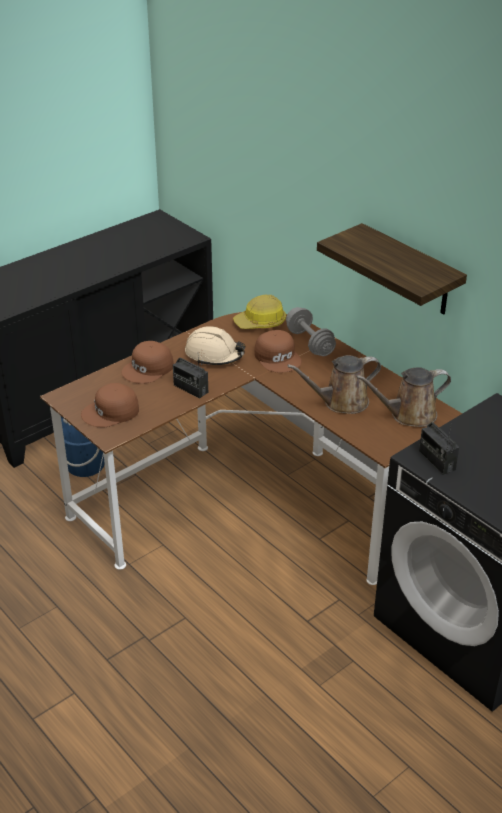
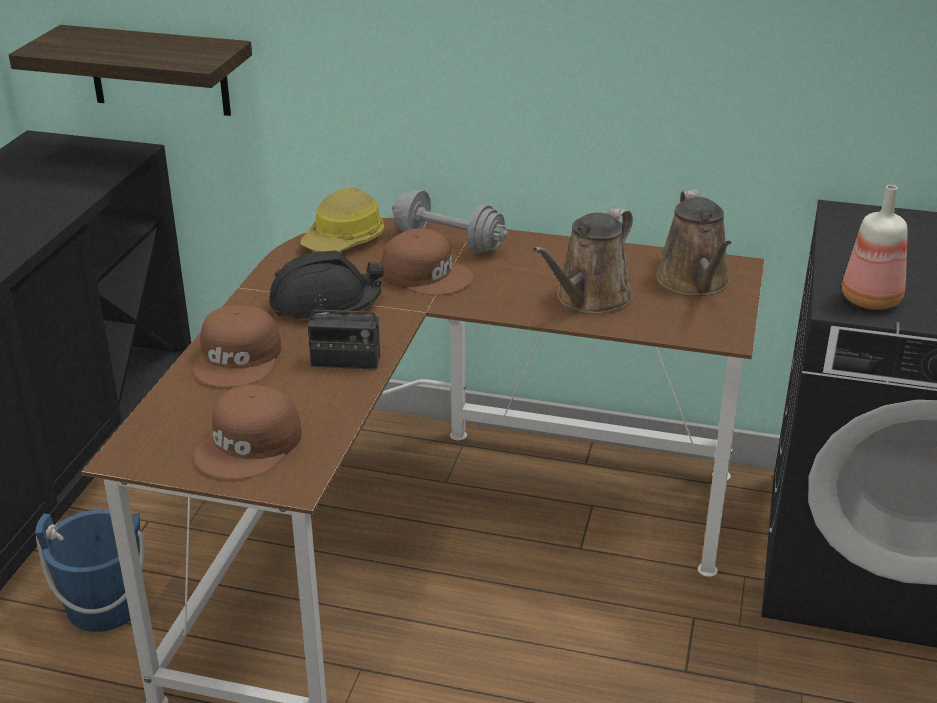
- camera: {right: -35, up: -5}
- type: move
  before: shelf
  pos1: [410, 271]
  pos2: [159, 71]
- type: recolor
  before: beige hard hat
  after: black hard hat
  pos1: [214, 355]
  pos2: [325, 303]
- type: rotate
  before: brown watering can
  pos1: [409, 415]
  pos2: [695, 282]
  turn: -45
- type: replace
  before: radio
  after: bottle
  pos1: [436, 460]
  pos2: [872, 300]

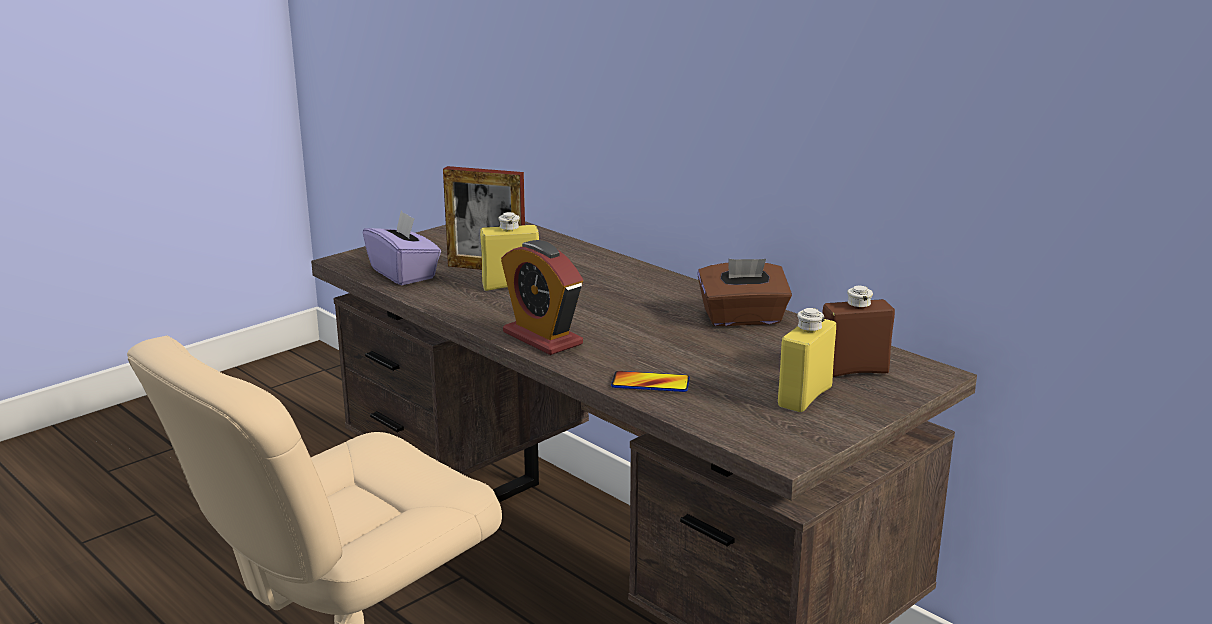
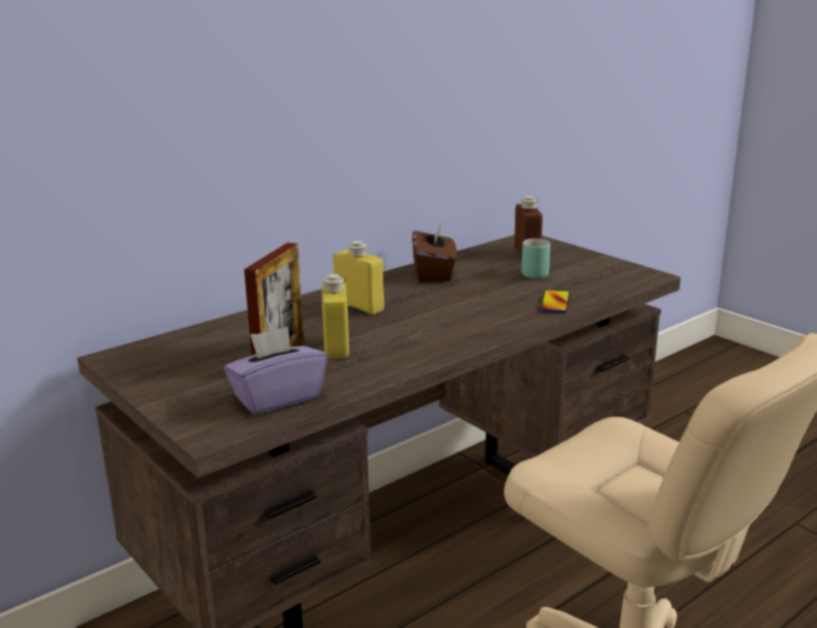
- camera: {right: -85, up: 0}
- type: delete
  before: alarm clock
  pos1: [542, 338]
- type: move
  before: yellow bottle
  pos1: [805, 397]
  pos2: [359, 307]
- type: insert
  after: turquoise mug
  pos2: [531, 273]

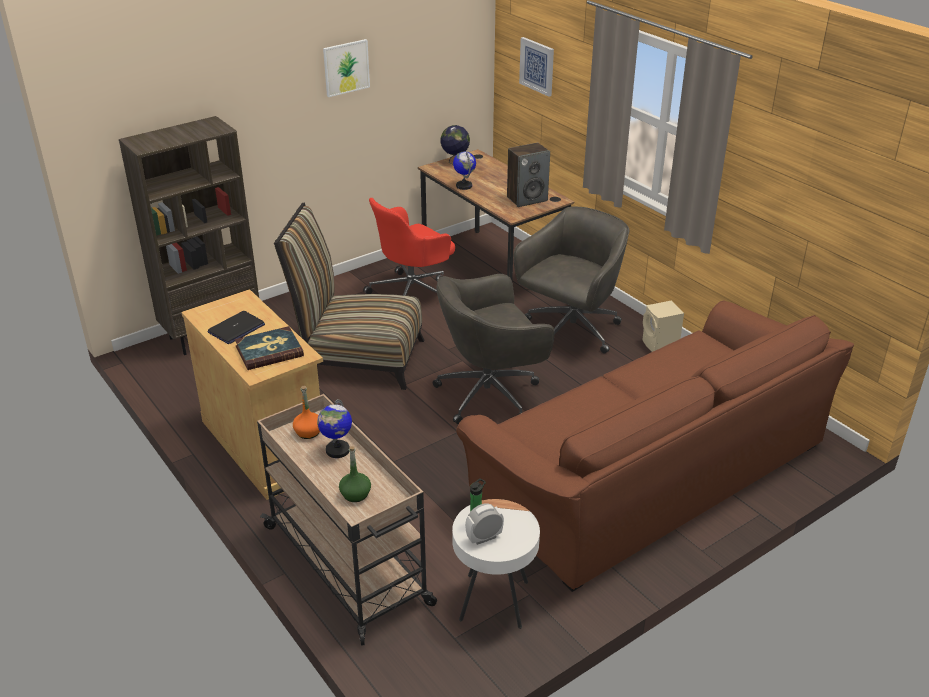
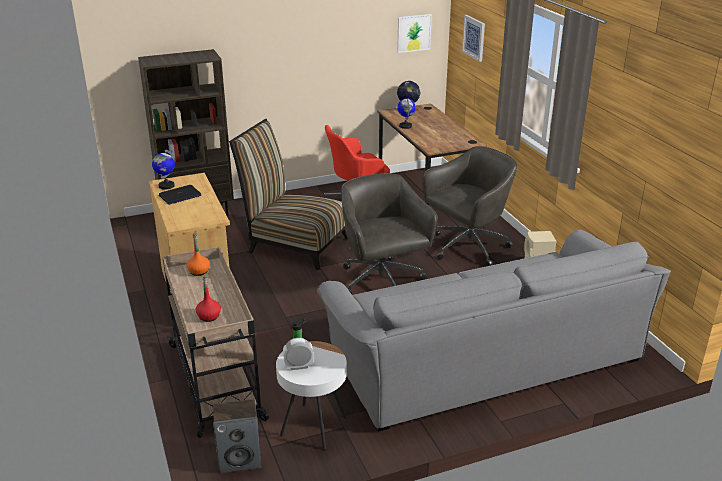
- camera: {right: 15, up: -5}
- type: move
  before: picture
  pos1: [346, 67]
  pos2: [413, 33]
- type: move
  before: speaker
  pos1: [527, 199]
  pos2: [240, 460]
- type: rotate
  before: grey office chair
  pos1: [490, 394]
  pos2: [382, 282]
  turn: 75
- type: recolor
  before: brown sofa
  after: grey sofa
  pos1: [648, 471]
  pos2: [483, 356]
- type: delete
  before: book
  pos1: [269, 351]
- type: move
  before: globe
  pos1: [337, 450]
  pos2: [166, 186]
- type: recolor
  before: green bottle
  after: red bottle
  pos1: [355, 494]
  pos2: [209, 316]

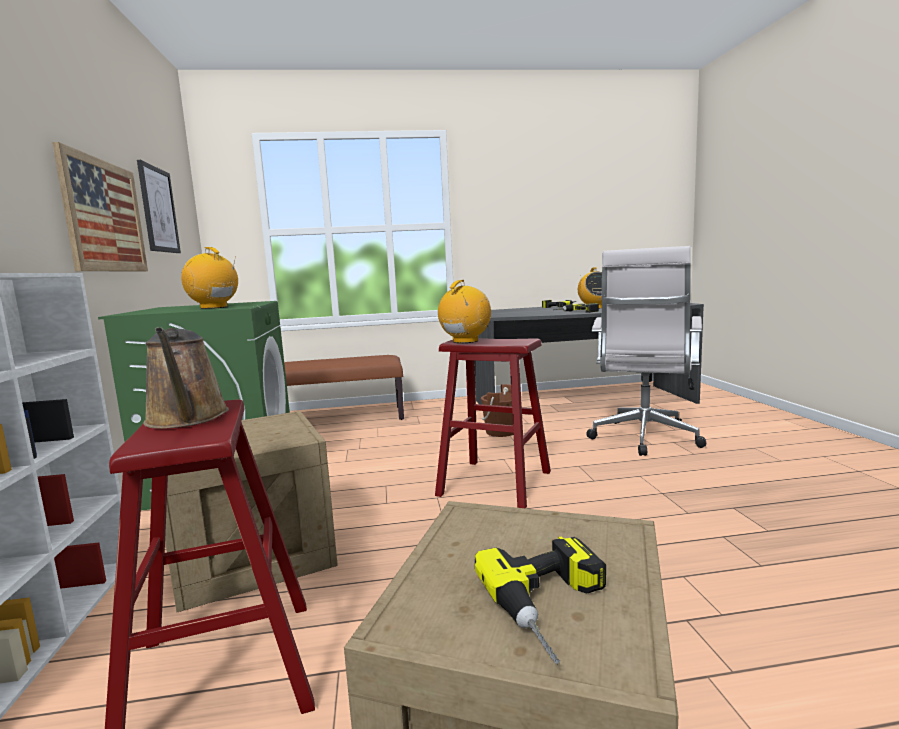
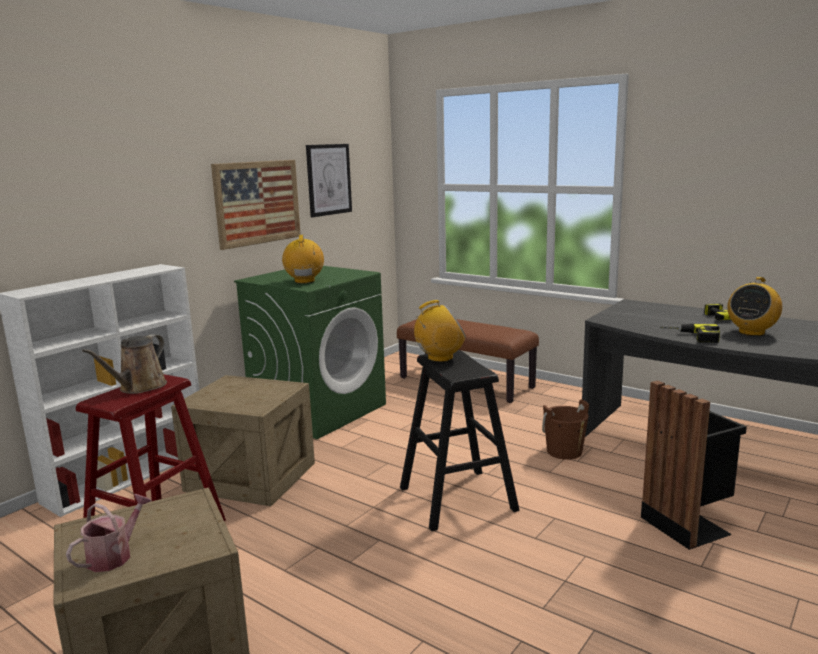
- camera: {right: 45, up: 5}
- type: replace
  before: white office chair
  after: black trash can
  pos1: [644, 439]
  pos2: [687, 524]
- type: recolor
  before: red stool
  after: black stool
  pos1: [495, 483]
  pos2: [457, 498]
- type: replace
  before: power drill
  after: watering can
  pos1: [556, 606]
  pos2: [114, 555]

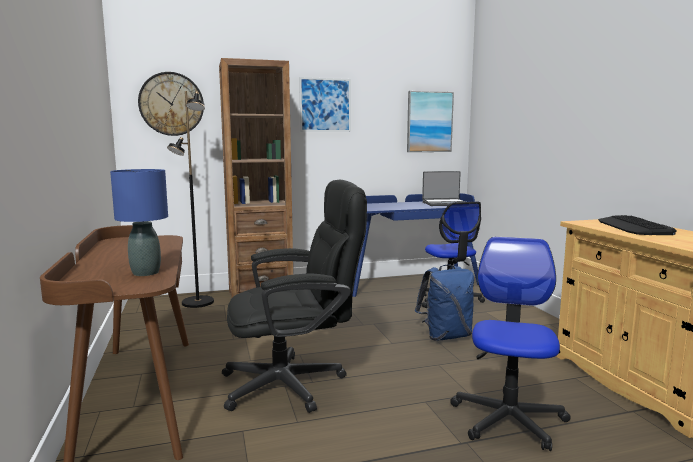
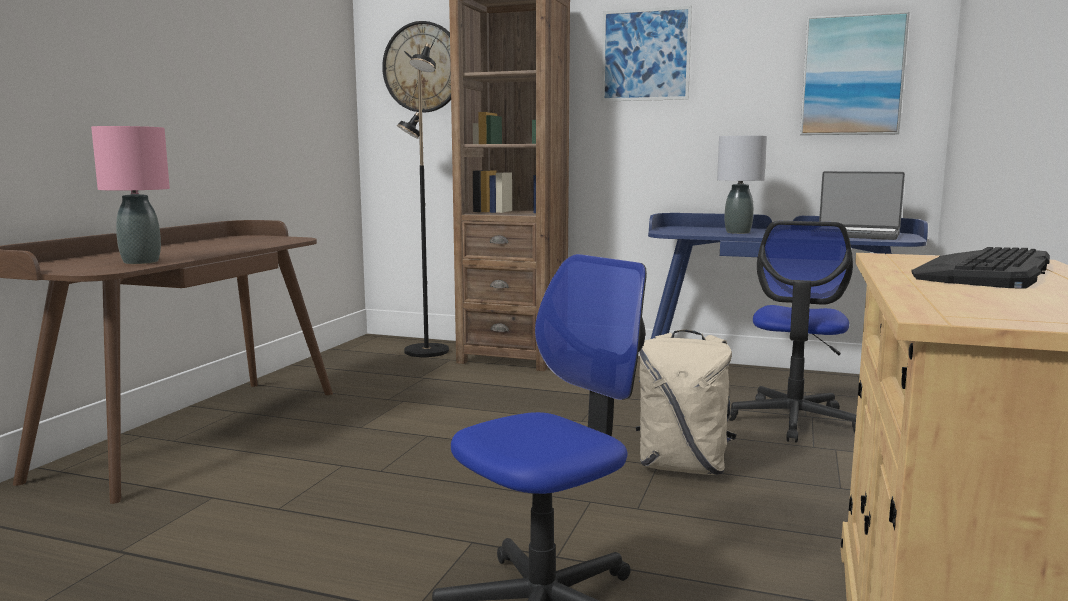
- camera: {right: 35, up: 0}
- type: recolor
  before: blue table lamp
  after: pink table lamp
  pos1: [145, 273]
  pos2: [140, 262]
- type: delete
  before: black office chair
  pos1: [295, 383]
- type: recolor
  before: blue backpack
  after: beige backpack
  pos1: [446, 336]
  pos2: [683, 467]
- type: insert
  after: grey table lamp
  pos2: [737, 232]

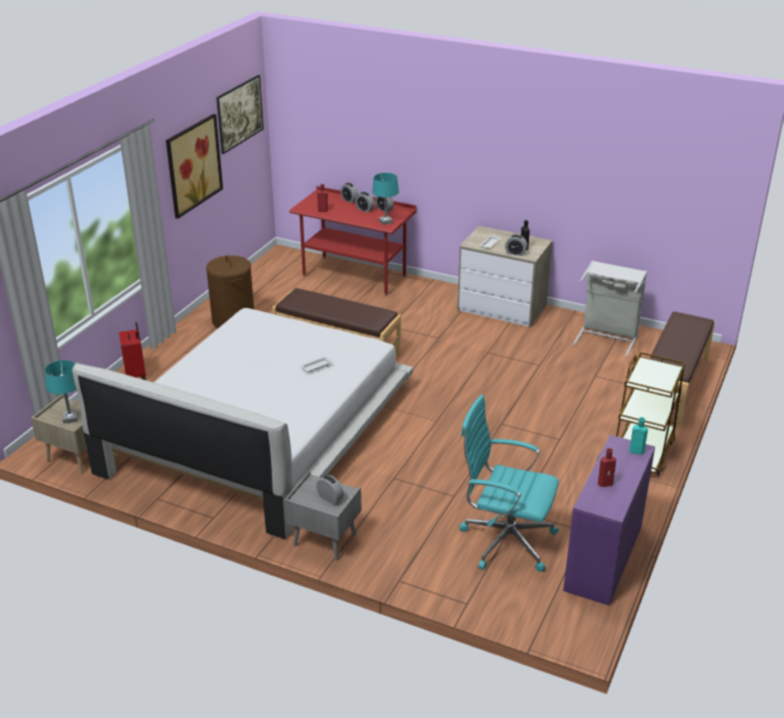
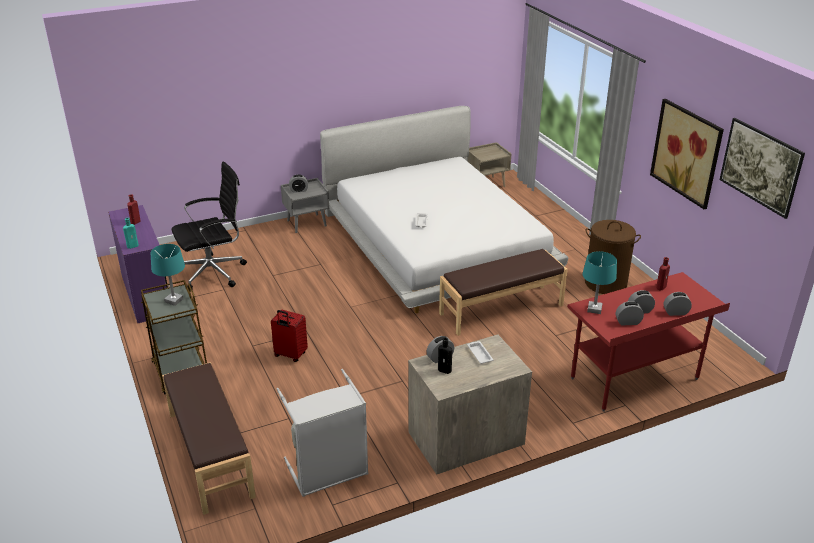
- camera: {right: 130, up: 0}
- type: move
  before: red suitcase
  pos1: [136, 375]
  pos2: [290, 355]
- type: move
  before: turquoise table lamp
  pos1: [70, 418]
  pos2: [174, 300]
- type: recolor
  before: turquoise office chair
  after: black office chair
  pos1: [505, 540]
  pos2: [214, 272]

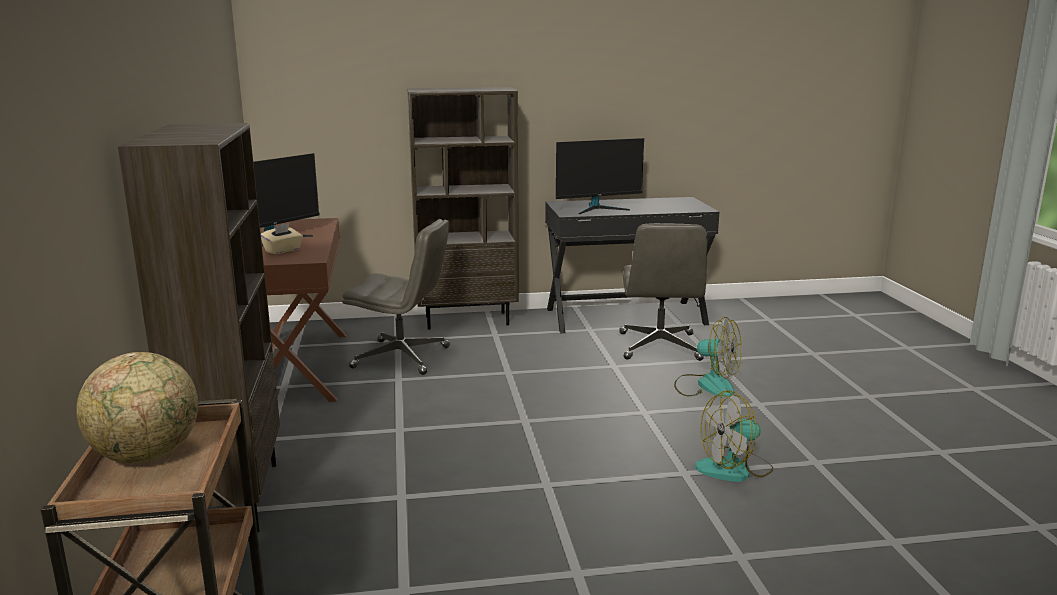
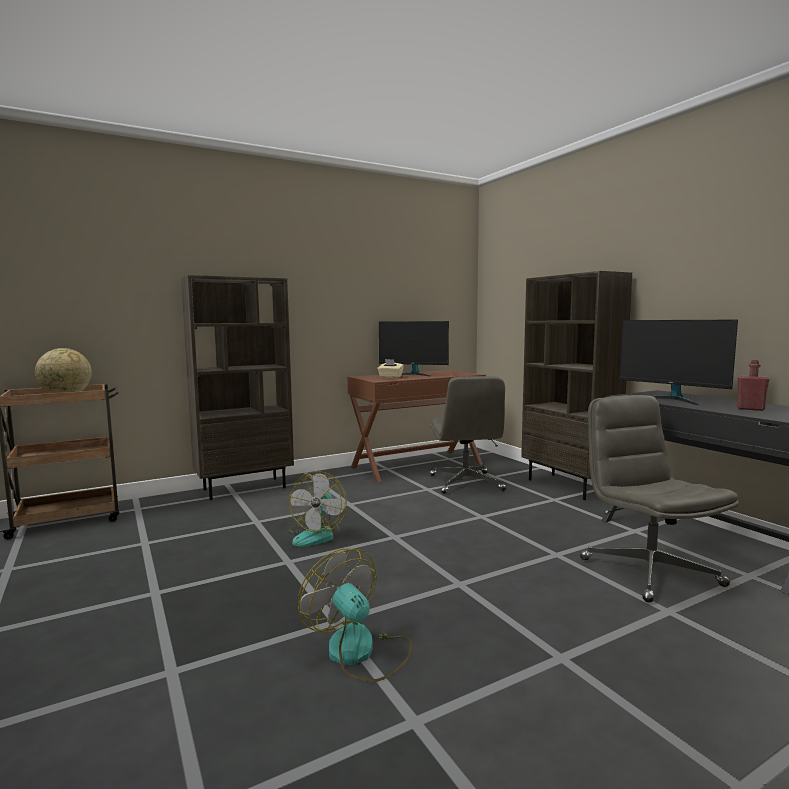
- camera: {right: 70, up: -10}
- type: rotate
  before: grey office chair
  pos1: [660, 347]
  pos2: [648, 571]
  turn: 90
- type: move
  before: fan
  pos1: [706, 385]
  pos2: [317, 535]
- type: insert
  after: red bottle
  pos2: [750, 409]

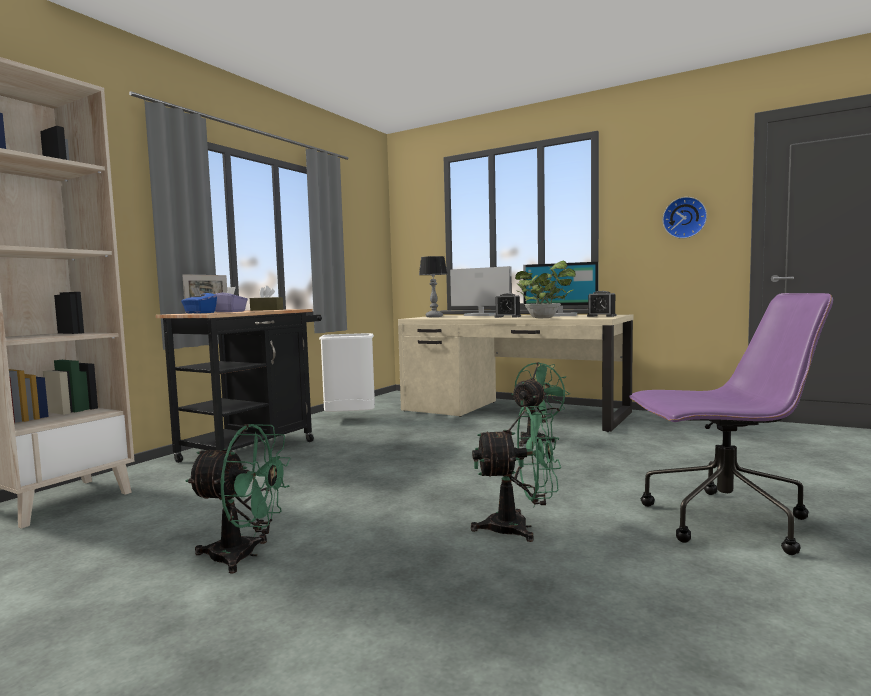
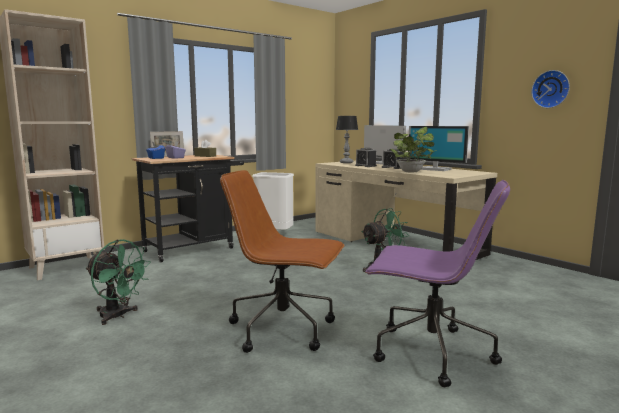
- camera: {right: 20, up: 5}
- type: move
  before: alarm clock
  pos1: [601, 316]
  pos2: [365, 166]
- type: replace
  before: green fan
  after: brown office chair
  pos1: [519, 528]
  pos2: [284, 329]

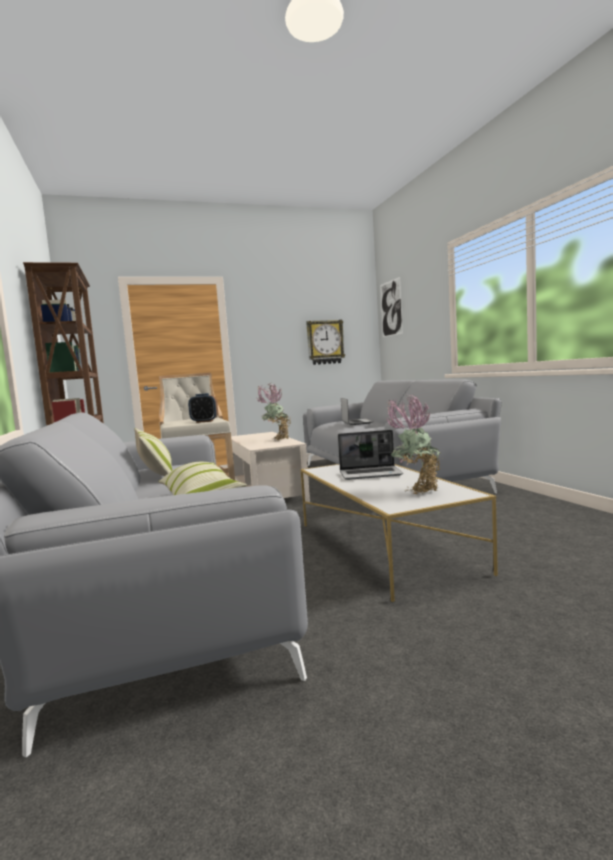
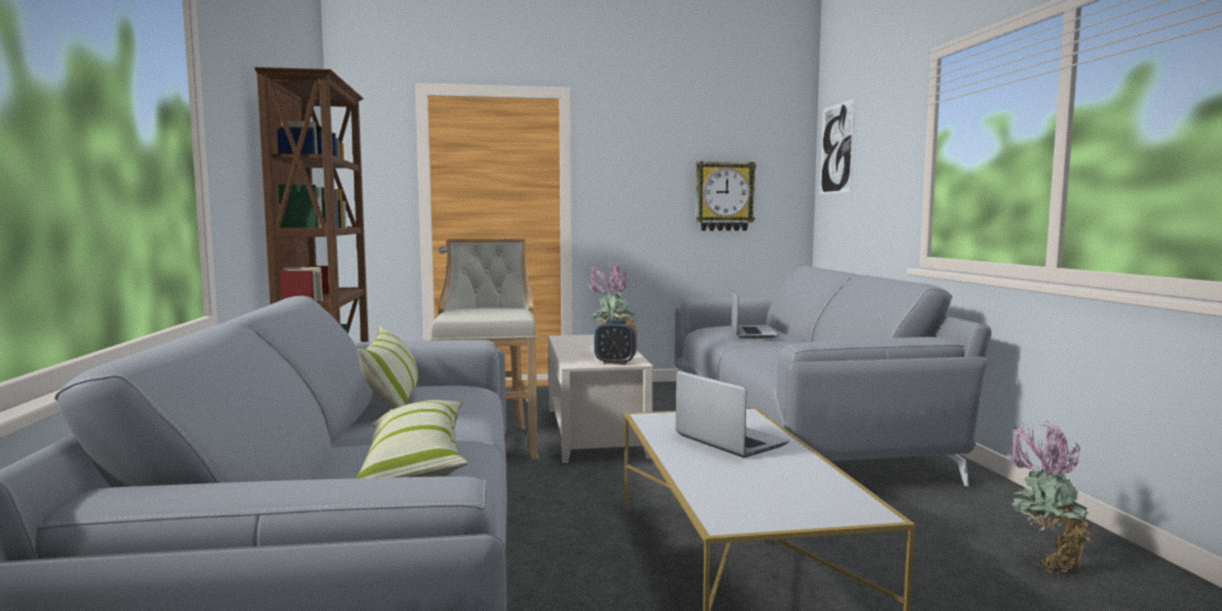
- camera: {right: 10, up: 0}
- type: move
  before: alarm clock
  pos1: [204, 421]
  pos2: [615, 362]
- type: move
  before: potted plant
  pos1: [416, 491]
  pos2: [1045, 562]
- type: rotate
  before: laptop
  pos1: [371, 474]
  pos2: [728, 440]
  turn: -135

